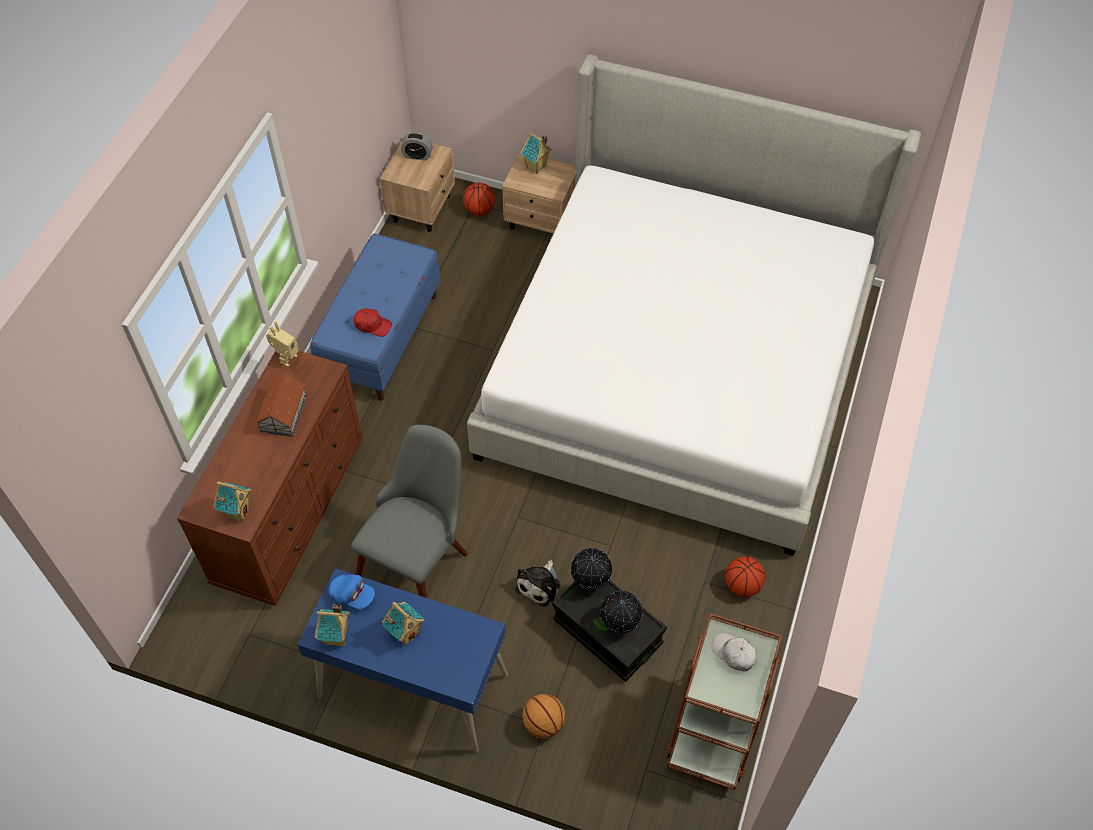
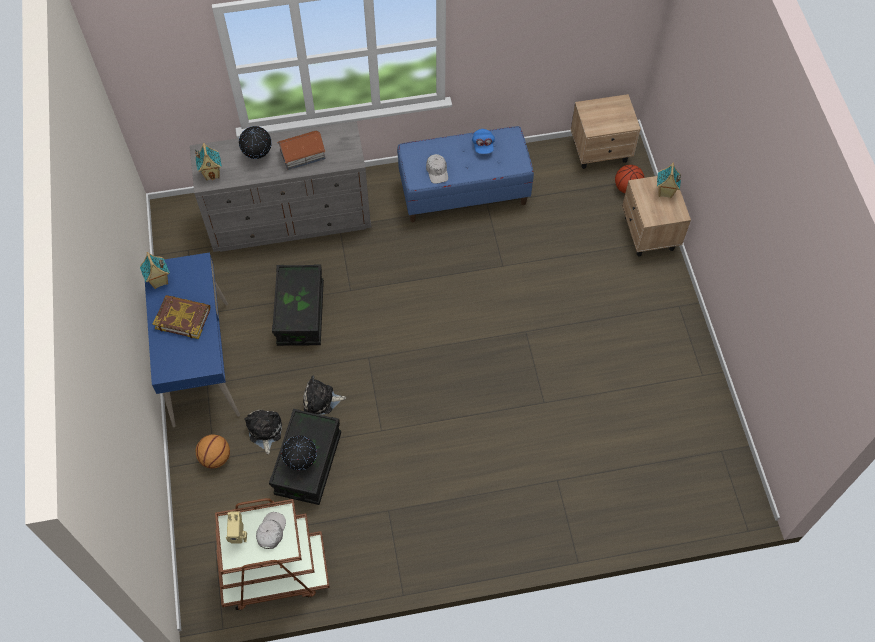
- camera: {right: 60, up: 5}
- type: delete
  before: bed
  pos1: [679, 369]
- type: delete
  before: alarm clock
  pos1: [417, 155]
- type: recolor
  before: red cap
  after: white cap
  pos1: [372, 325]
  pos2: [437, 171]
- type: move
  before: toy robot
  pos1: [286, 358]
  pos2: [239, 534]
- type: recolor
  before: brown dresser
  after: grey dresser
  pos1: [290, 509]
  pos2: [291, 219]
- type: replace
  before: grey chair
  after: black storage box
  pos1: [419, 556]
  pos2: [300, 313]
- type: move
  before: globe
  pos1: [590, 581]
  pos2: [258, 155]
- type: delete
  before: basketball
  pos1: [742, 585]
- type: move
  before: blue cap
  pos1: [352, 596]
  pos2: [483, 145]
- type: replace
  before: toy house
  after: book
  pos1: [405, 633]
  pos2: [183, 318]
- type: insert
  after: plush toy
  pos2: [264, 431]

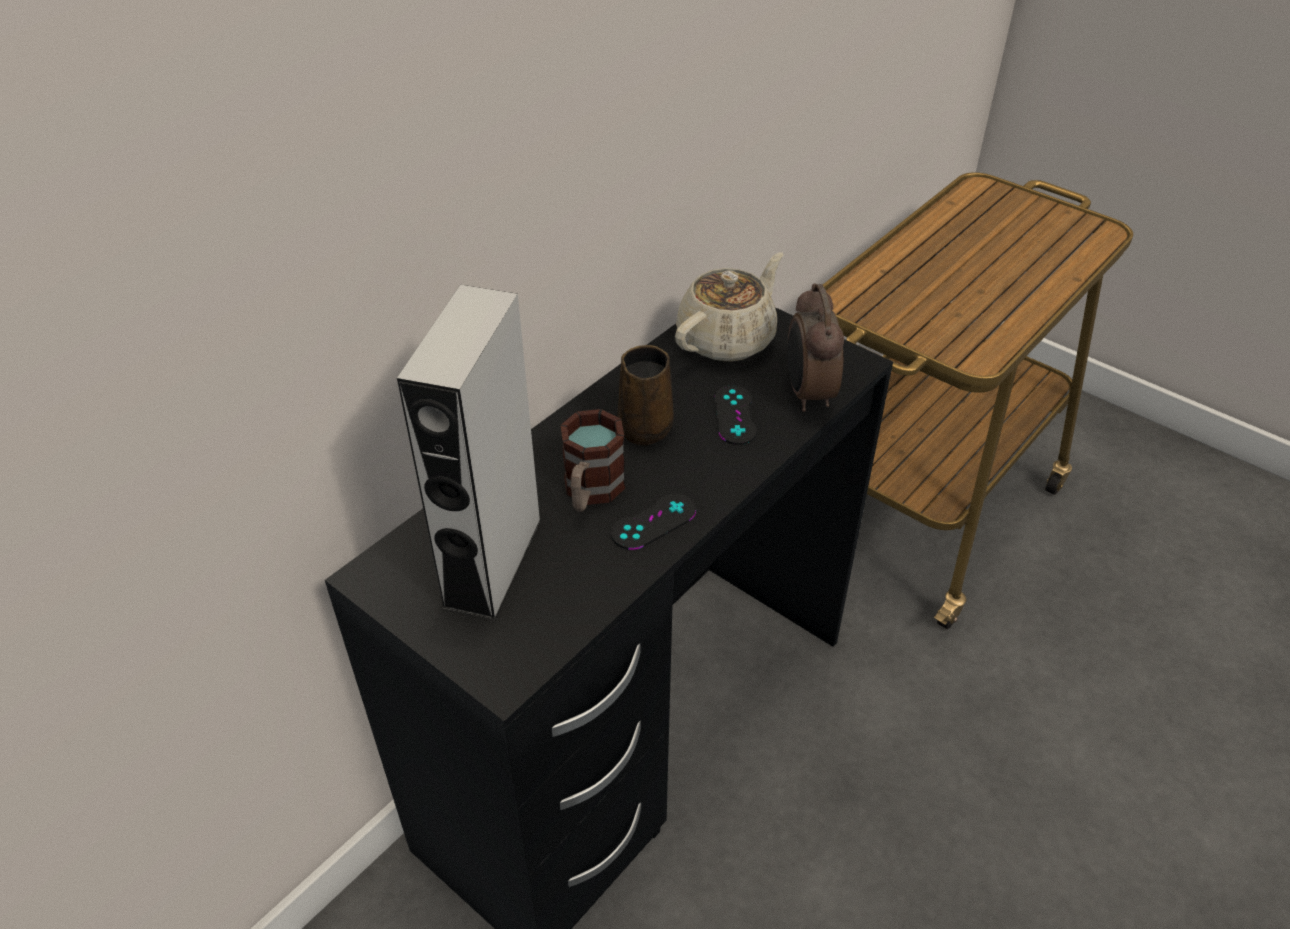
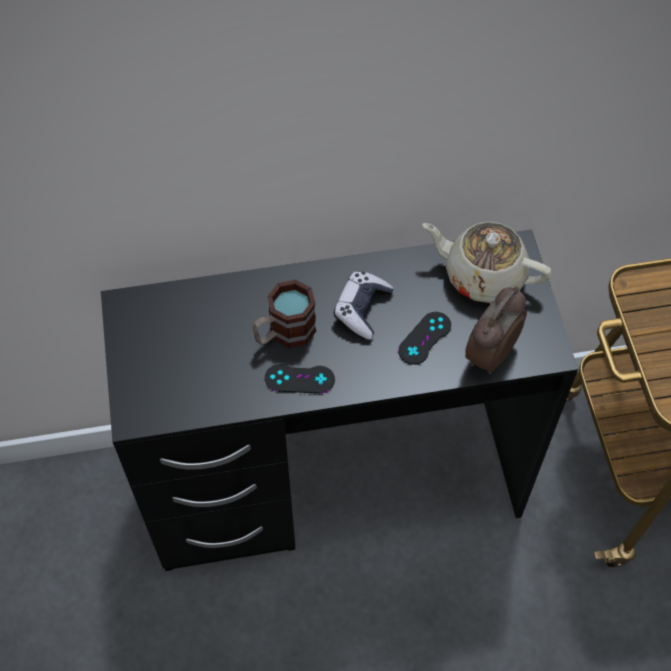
- camera: {right: 40, up: 15}
- type: rotate
  before: beige teapot
  pos1: [727, 339]
  pos2: [482, 275]
  turn: -150
- type: delete
  before: grey speaker
  pos1: [493, 562]
- type: replace
  before: brown mug
  after: game controller
  pos1: [647, 427]
  pos2: [362, 309]

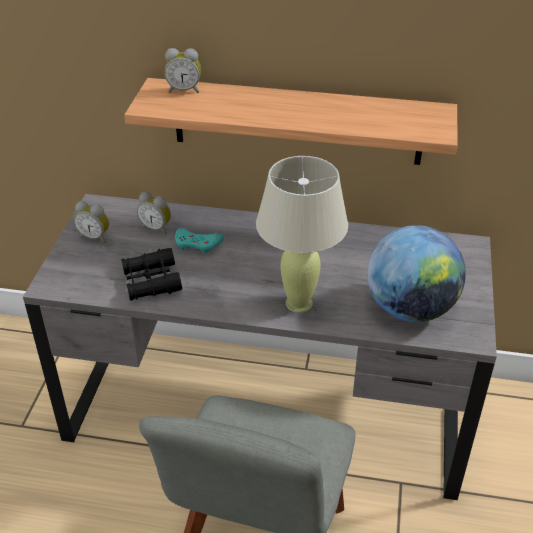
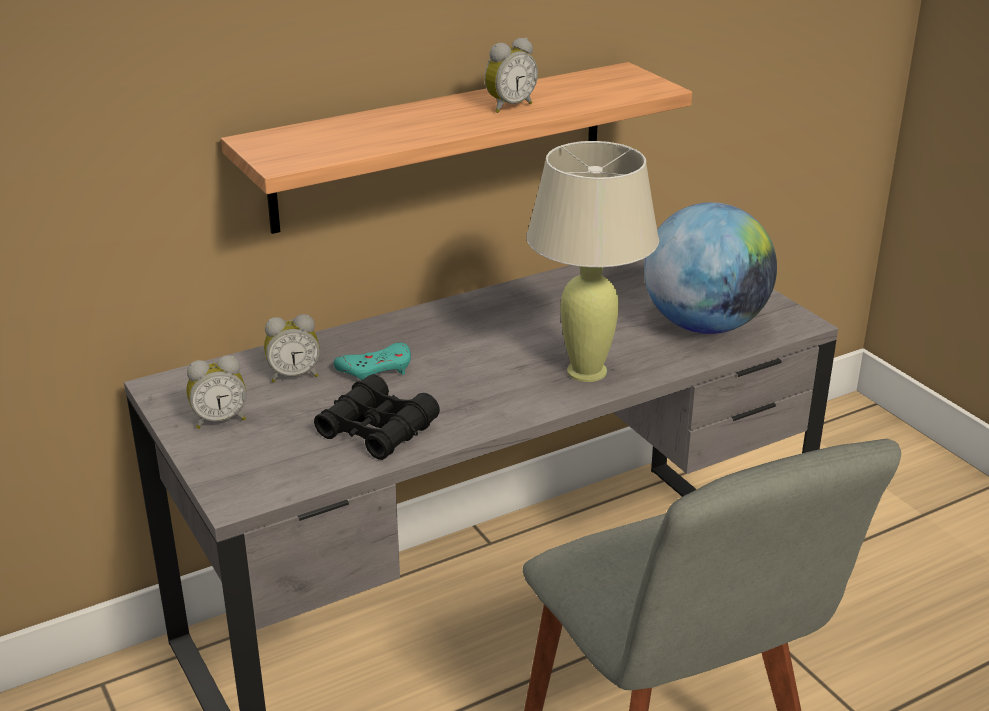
- camera: {right: -40, up: -10}
- type: move
  before: alarm clock
  pos1: [184, 90]
  pos2: [508, 106]

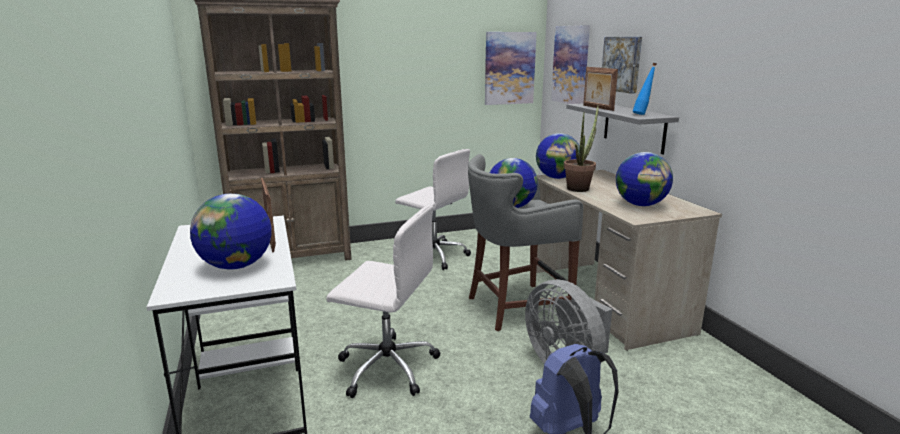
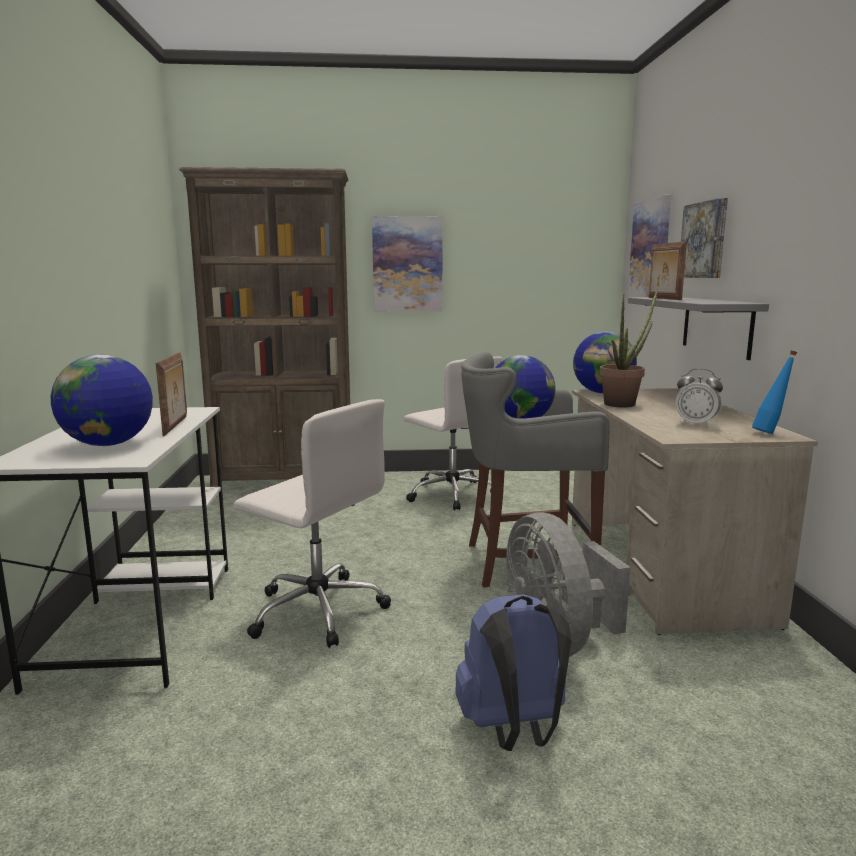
- camera: {right: 15, up: -5}
- type: move
  before: picture
  pos1: [509, 68]
  pos2: [407, 264]
- type: move
  before: blue bottle
  pos1: [642, 114]
  pos2: [770, 433]
- type: replace
  before: globe
  after: alarm clock
  pos1: [641, 205]
  pos2: [696, 424]

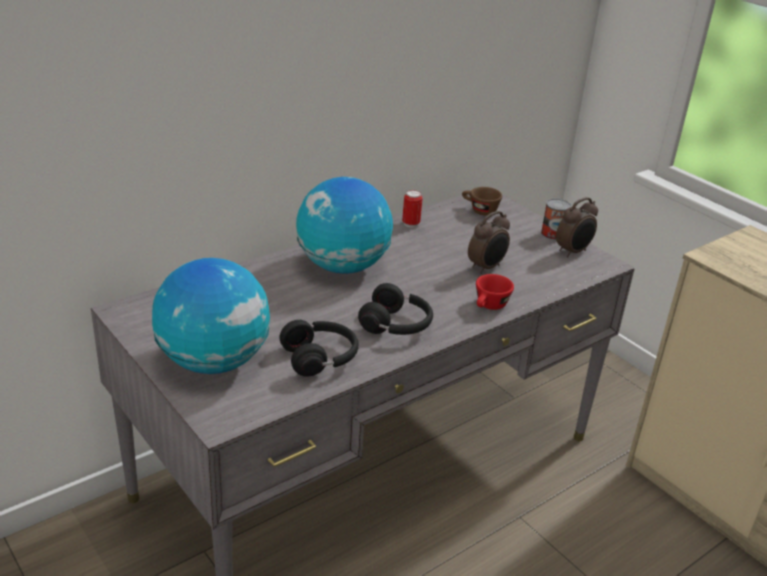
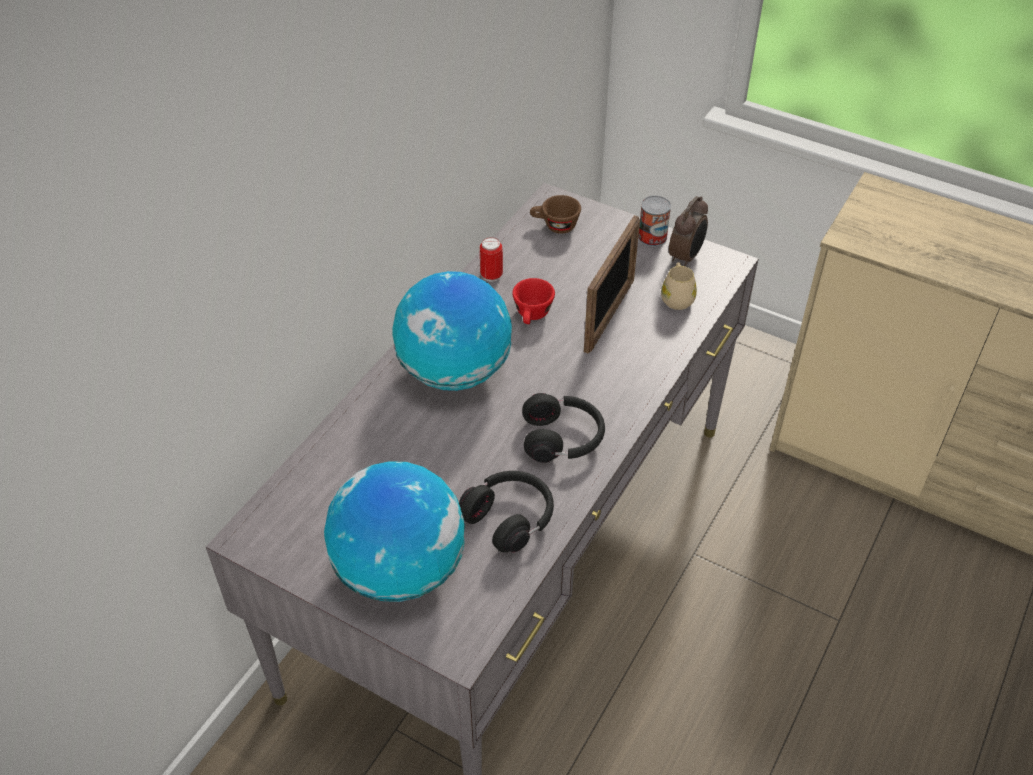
- camera: {right: -20, up: 15}
- type: replace
  before: alarm clock
  after: picture frame
  pos1: [486, 267]
  pos2: [609, 315]
- type: move
  before: red cup
  pos1: [489, 306]
  pos2: [532, 316]
- type: insert
  after: beige mug
  pos2: [677, 297]

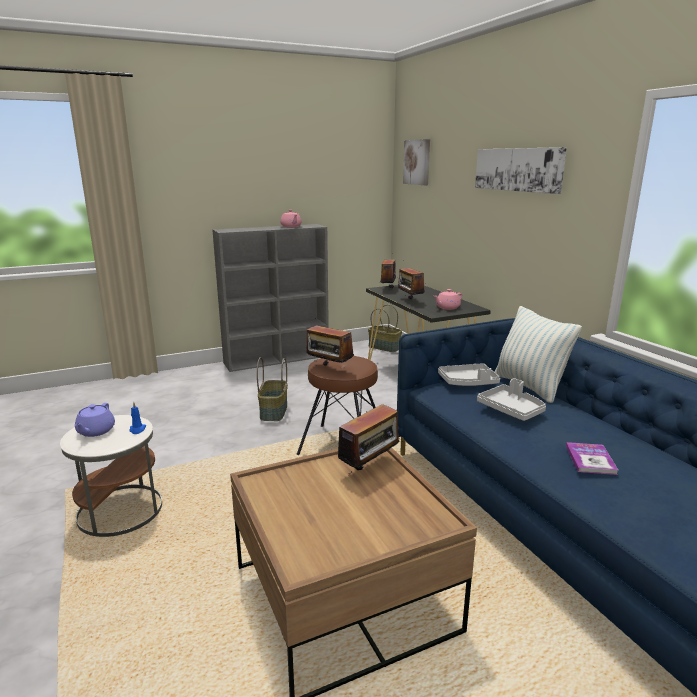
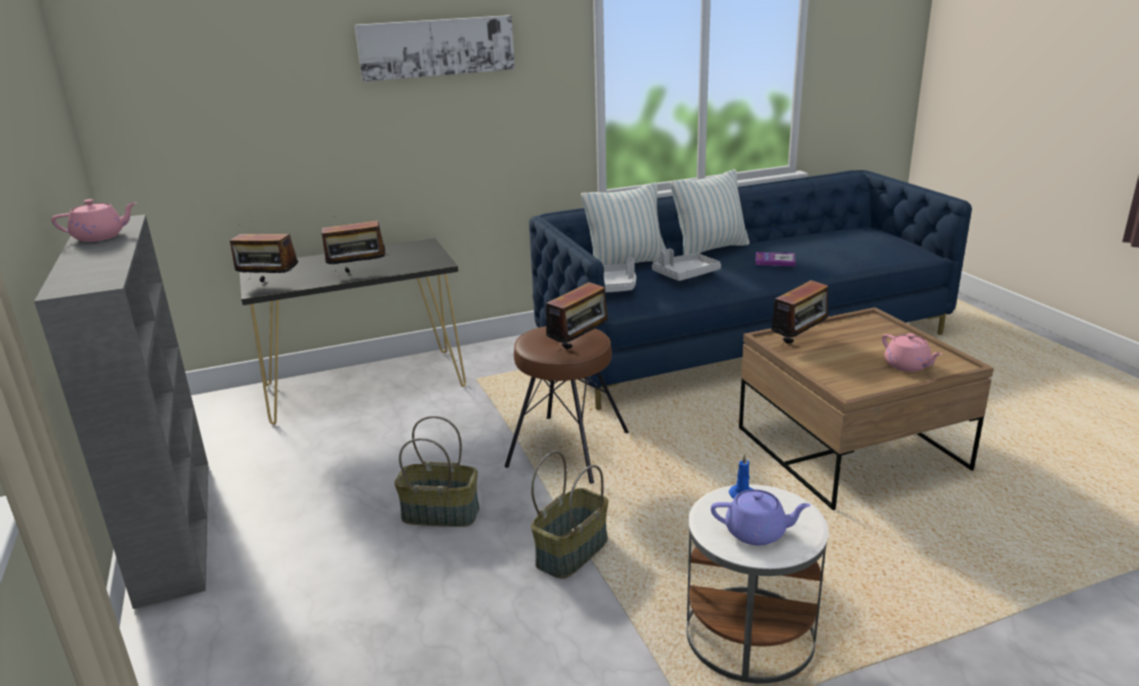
- camera: {right: -85, up: 5}
- type: delete
  before: picture
  pos1: [417, 162]
- type: move
  before: pink teapot
  pos1: [447, 307]
  pos2: [907, 366]
- type: move
  before: basket
  pos1: [385, 347]
  pos2: [571, 551]
- type: rotate
  before: radio
  pos1: [370, 467]
  pos2: [799, 341]
  turn: 90
- type: insert
  after: pillow
  pos2: [710, 249]

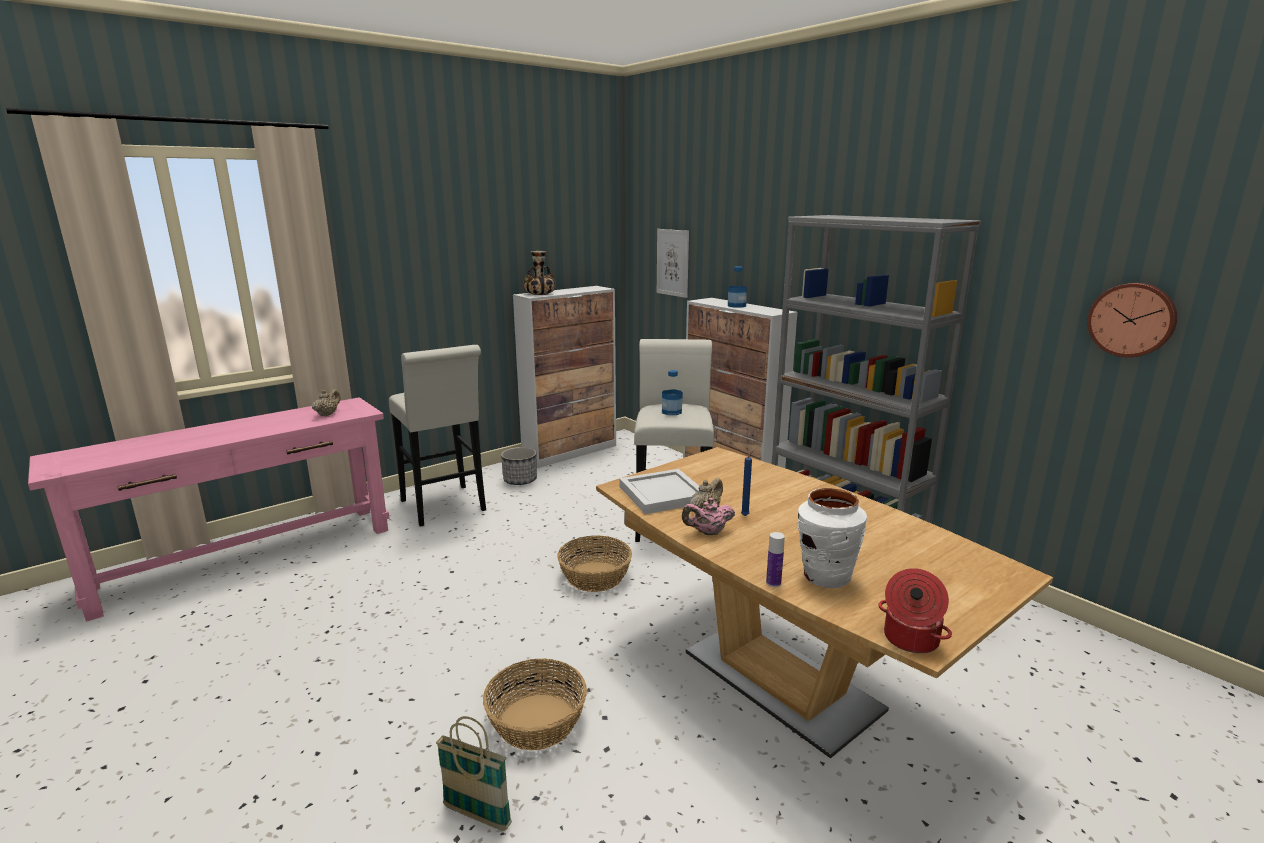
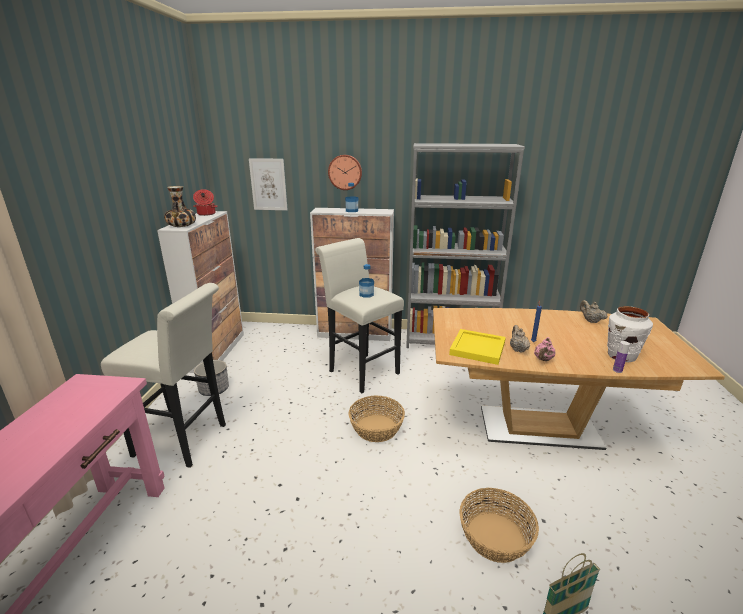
- camera: {right: -45, up: 5}
- type: move
  before: wall clock
  pos1: [1132, 319]
  pos2: [345, 172]
- type: move
  before: beige teapot
  pos1: [327, 414]
  pos2: [590, 321]
- type: recolor
  before: white tray
  after: yellow tray
  pos1: [661, 494]
  pos2: [476, 348]
- type: move
  before: cooking pot
  pos1: [910, 639]
  pos2: [206, 214]

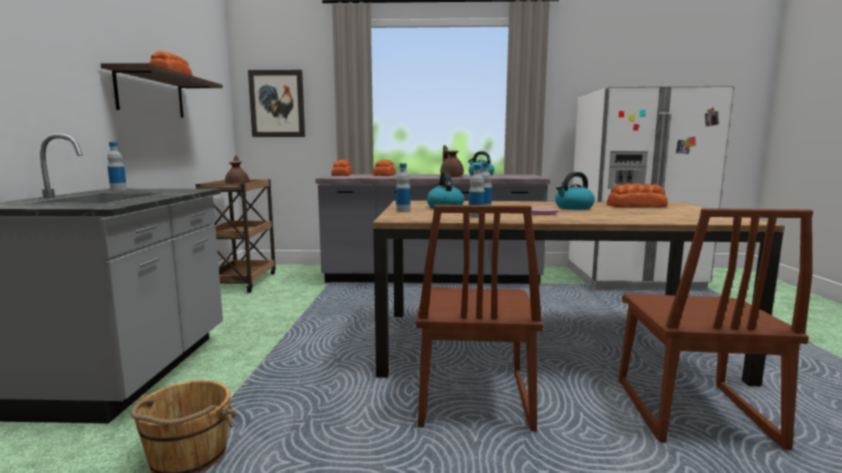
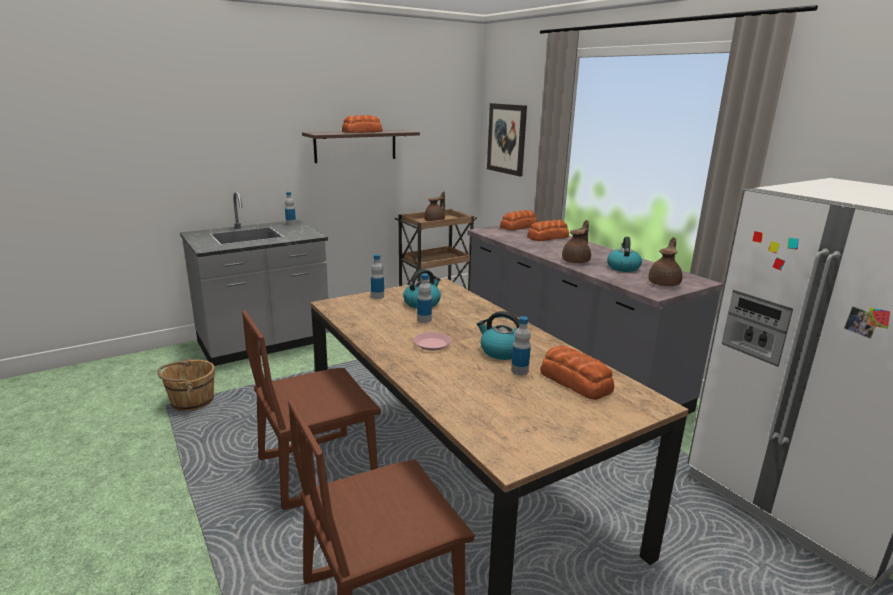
- camera: {right: 55, up: 10}
- type: move
  before: bottle
  pos1: [476, 216]
  pos2: [519, 370]
- type: insert
  after: brown teapot
  pos2: [664, 283]

